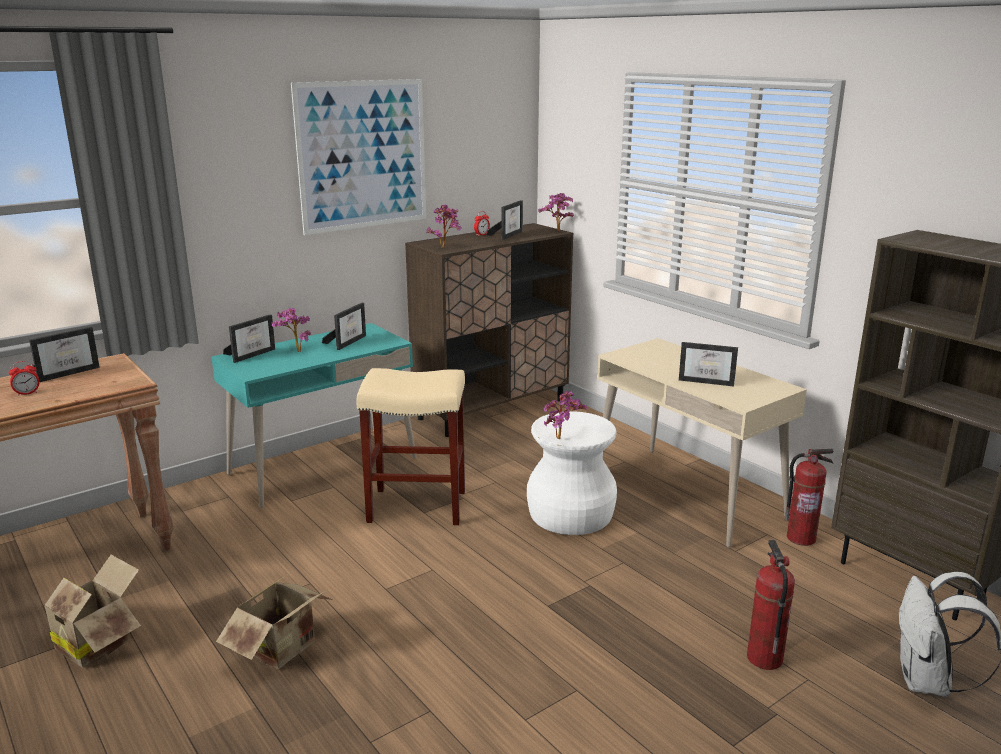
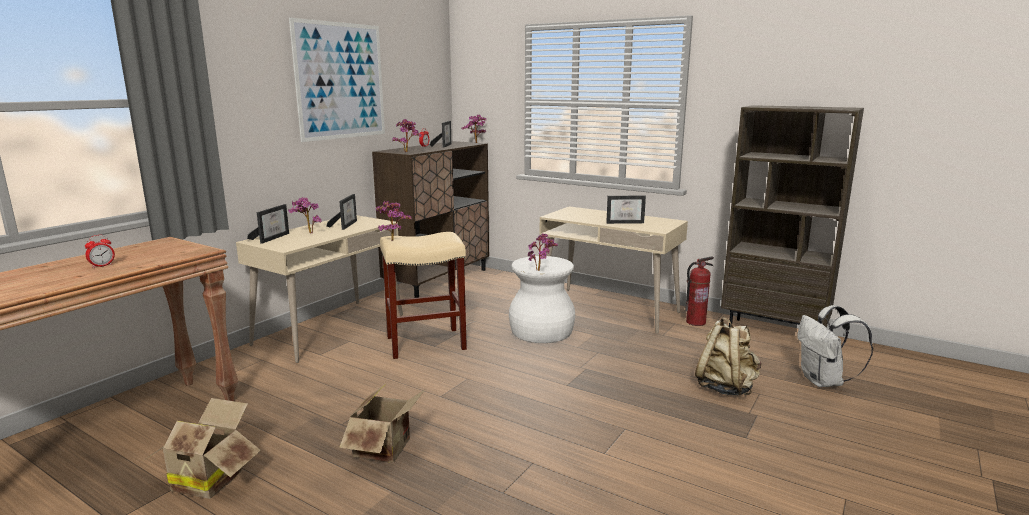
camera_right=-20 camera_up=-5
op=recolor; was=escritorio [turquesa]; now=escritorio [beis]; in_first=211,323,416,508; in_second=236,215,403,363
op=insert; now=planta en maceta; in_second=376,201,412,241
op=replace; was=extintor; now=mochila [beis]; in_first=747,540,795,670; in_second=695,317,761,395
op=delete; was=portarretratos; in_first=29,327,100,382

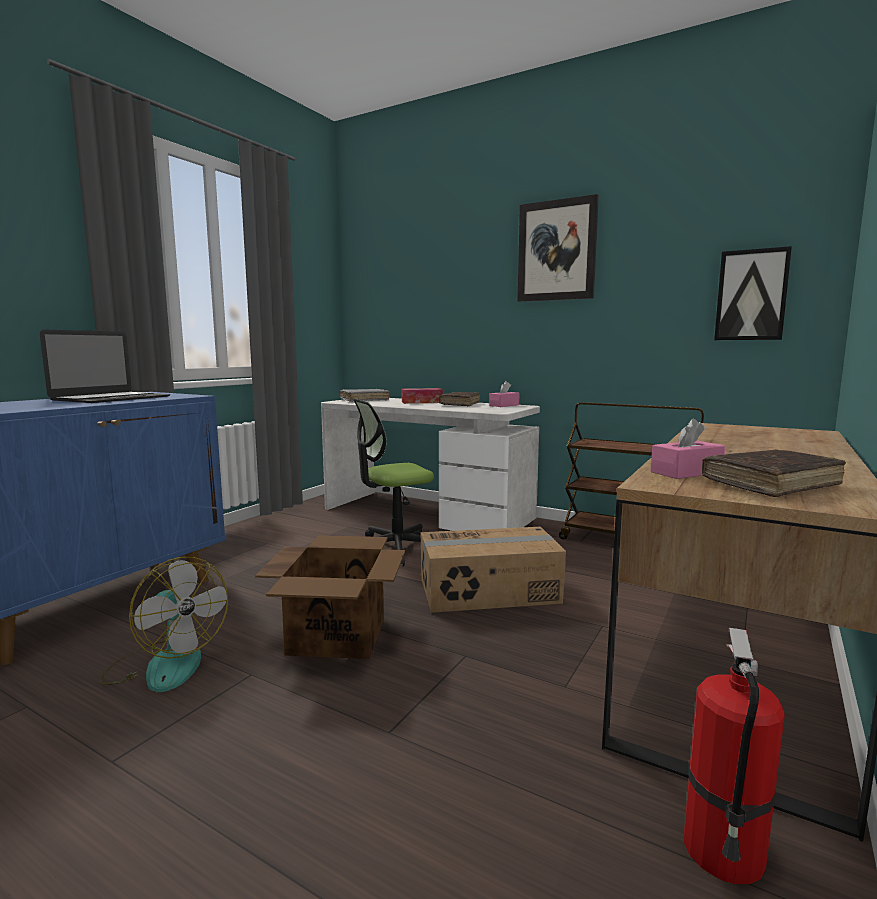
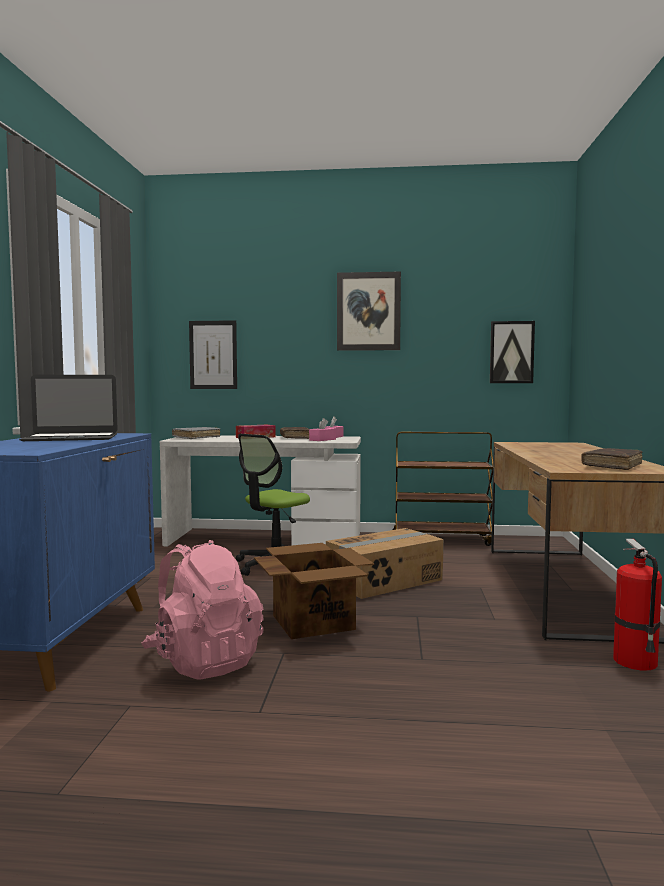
camera_right=-25 camera_up=-5
op=rotate; was=portátil; in_first=40,330,171,403; in_second=19,375,117,441; clockwise=75
op=replace; was=ventilador; now=mochila [rosa]; in_first=99,557,228,692; in_second=141,540,264,680
op=insert; now=cuadro; in_second=189,320,237,389
op=move; was=caja de pañuelos [rosa]; in_first=651,419,725,479; in_second=309,418,336,441

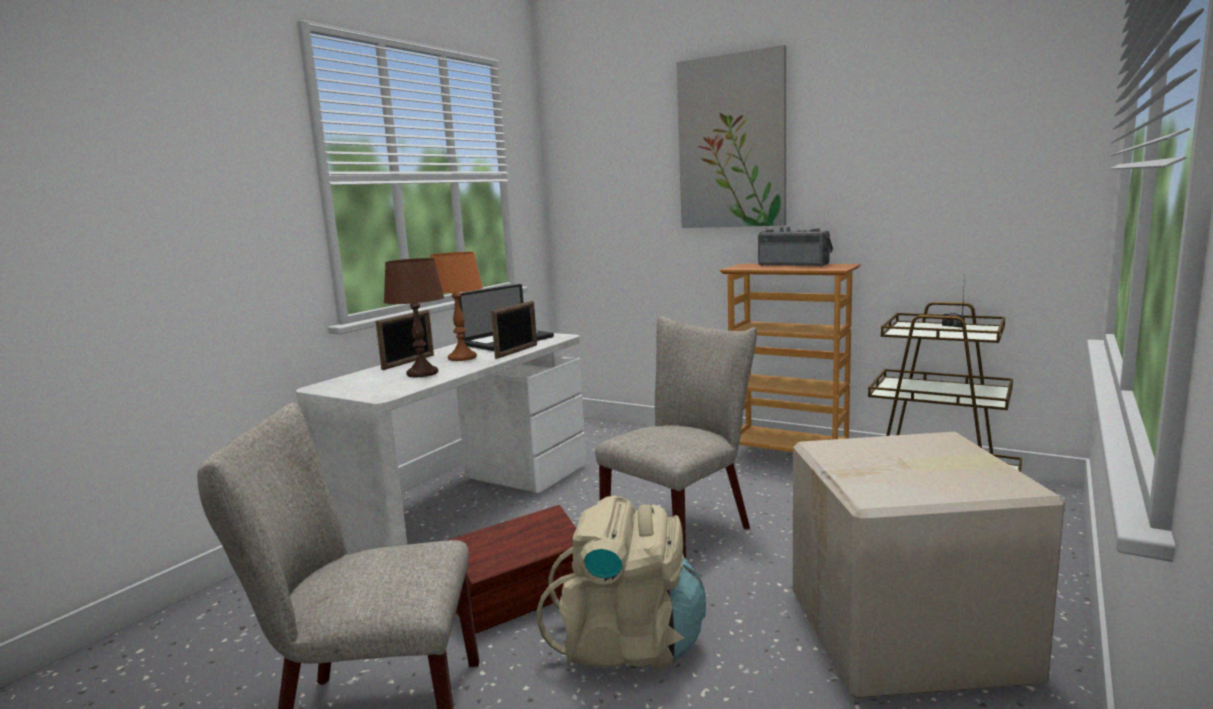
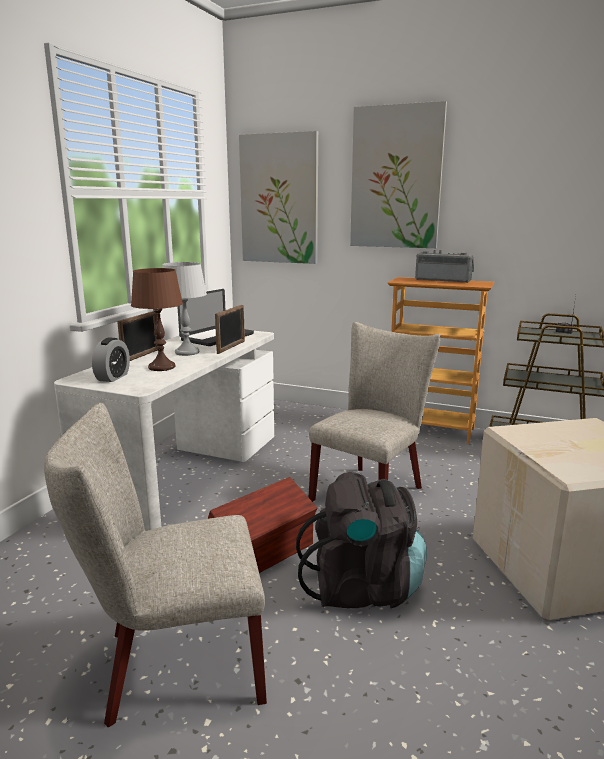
camera_right=-10 camera_up=5
op=insert; now=despertador; in_second=92,338,130,382
op=recolor; was=lámpara de mesa [naranja]; now=lámpara de mesa [gris]; in_first=430,252,483,361; in_second=162,262,207,356
op=insert; now=cuadro; in_second=239,131,318,264
op=recolor; was=mochila [beis]; now=mochila [negro]; in_first=537,496,706,671; in_second=296,472,427,608

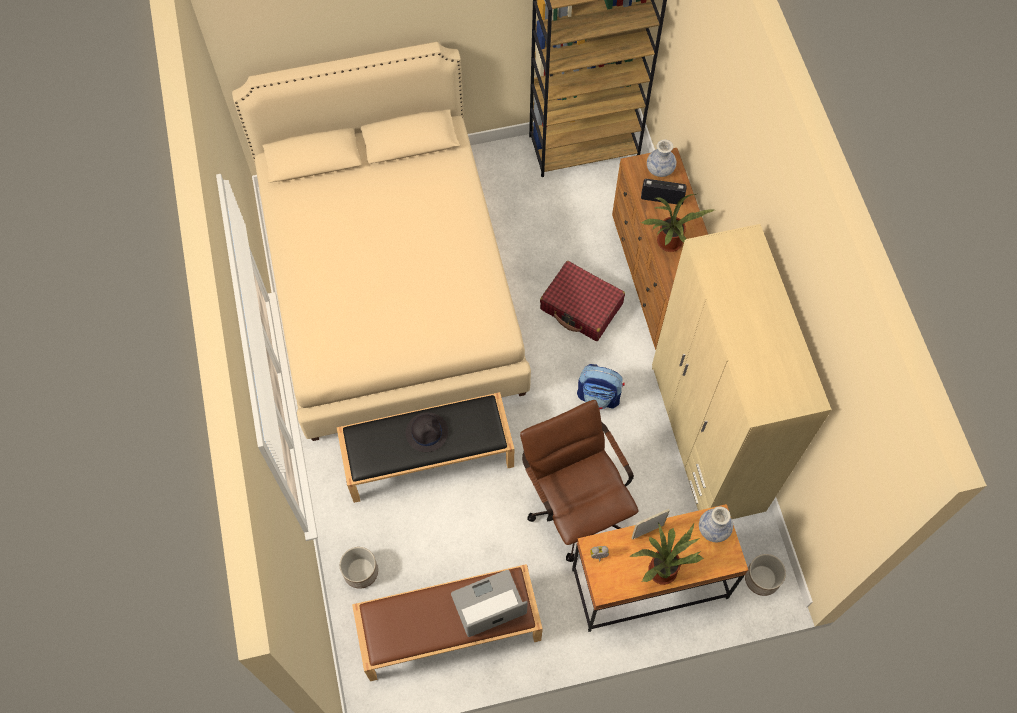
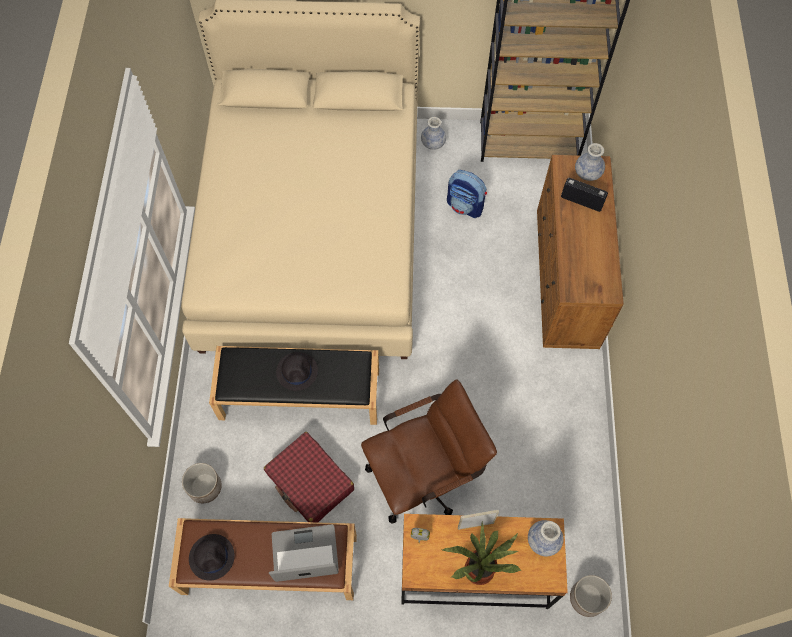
camera_right=15 camera_up=0
op=insert; now=sombrero [negro]; in_second=189,534,235,581
op=move; was=maleta [rojo]; in_first=540,261,625,341; in_second=264,432,354,522
op=rotate; was=silla de oficina [marrón]; in_first=520,400,638,562; in_second=361,379,497,524; clockwise=75
op=insert; now=florero; in_second=421,117,446,150
op=move; was=mochila; in_first=577,364,625,410; in_second=447,170,487,218
op=delete; was=planta en maceta; in_first=641,194,714,252
op=delete; was=armario ropero [beis]; in_first=652,224,832,519

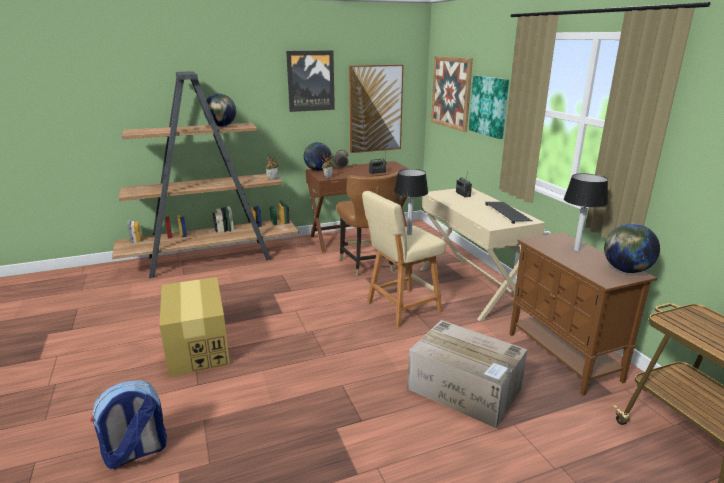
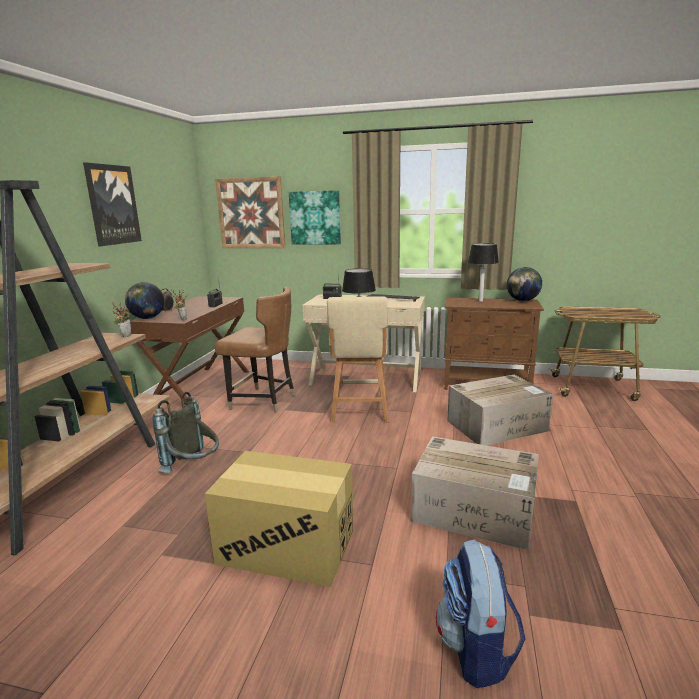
camera_right=-55 camera_up=-5
op=insert; now=mochila [gris]; in_second=152,392,219,473
op=insert; now=caja de cartón; in_second=411,436,539,551
op=delete; was=globo terráqueo; in_first=203,94,236,127
op=delete; was=cuadro; in_first=349,65,403,153

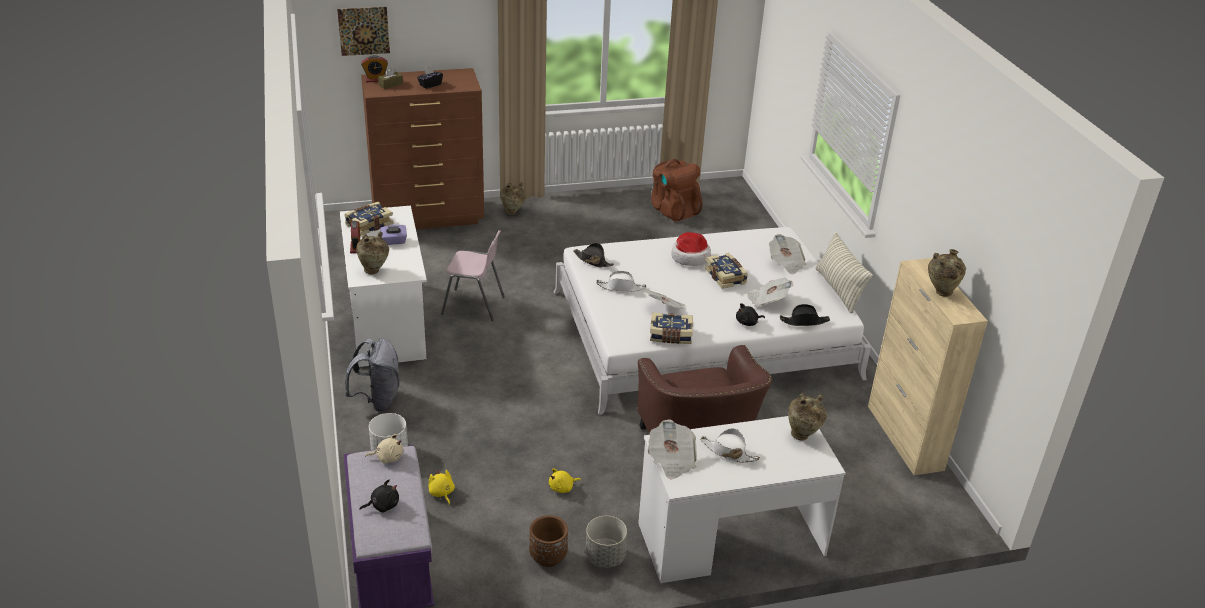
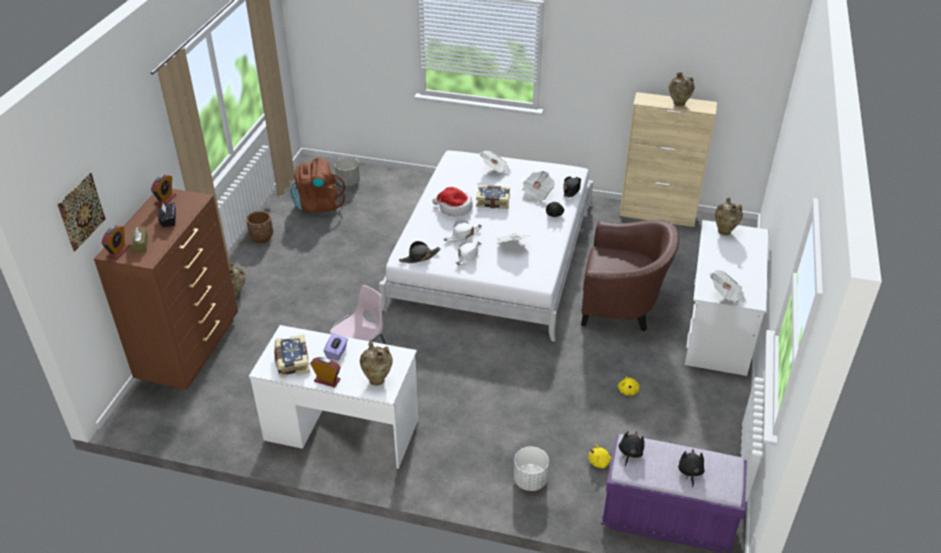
camera_right=-60 camera_up=5
op=insert; now=despertador; in_second=151,174,176,205
op=move; was=maceta [marrón]; in_first=529,515,568,567; in_second=246,211,273,243
op=move; was=maceta [gris]; in_first=585,516,627,568; in_second=335,157,360,186
op=move; was=sombrero [blanco]; in_first=700,428,760,463; in_second=444,220,482,241
op=recolor; was=peluche [beis]; now=peluche [negro]; in_first=365,434,403,464; in_second=619,431,645,466
op=delete; was=mochila [gris]; in_first=345,338,400,412
op=delete; was=libro; in_first=650,313,693,344
op=delete; was=cojín; in_first=815,232,873,313

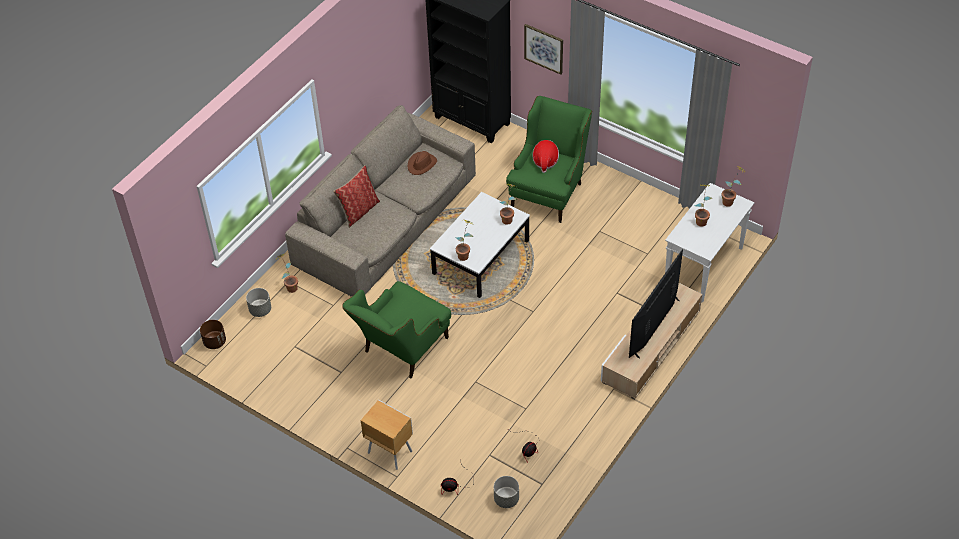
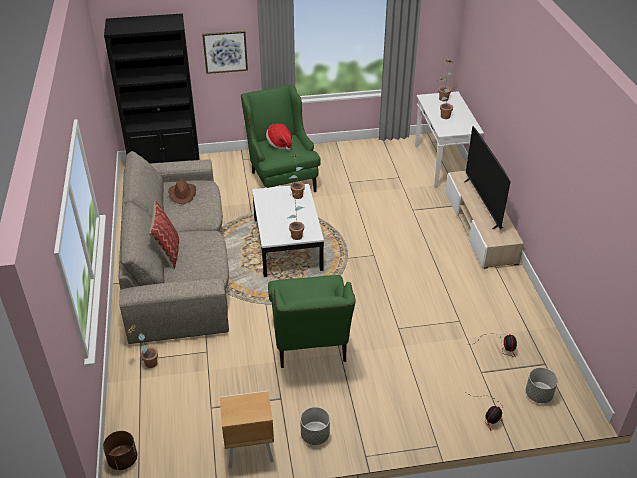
camera_right=-45 camera_up=-10
op=move; was=mesita de noche [marrón]; in_first=360,400,413,470; in_second=220,391,274,469
op=move; was=maceta [gris]; in_first=246,288,271,317; in_second=300,407,330,445

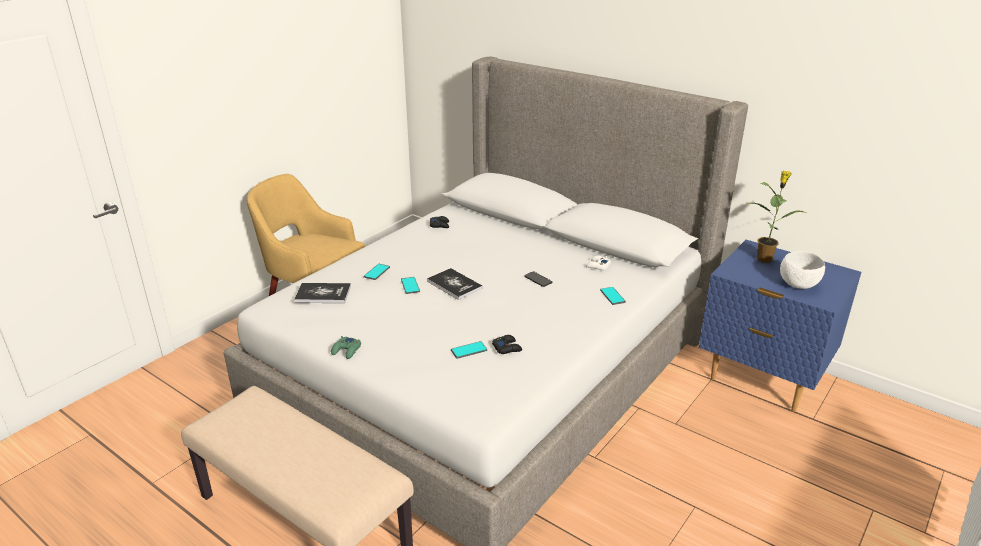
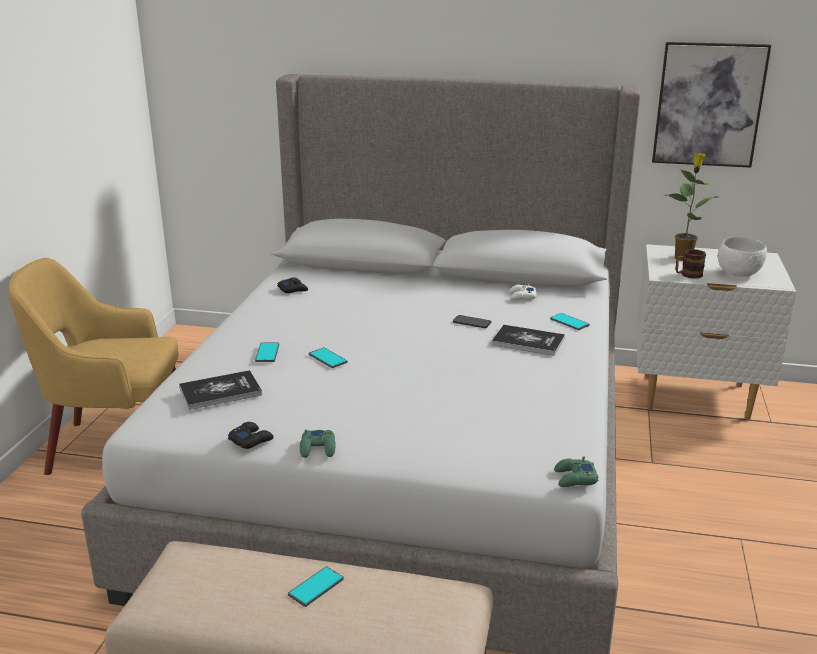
camera_right=-25 camera_up=-5
op=move; was=mando de consola [negro]; in_first=492,335,522,354; in_second=228,422,274,449
op=move; was=móvil; in_first=451,341,487,359; in_second=288,566,344,607
op=move; was=libro; in_first=427,268,483,300; in_second=492,325,565,356
op=insert; now=mando de consola [verde]; in_second=554,456,599,487
op=recolor; was=mesita de noche [azul]; now=mesita de noche [blanco]; in_first=699,240,861,412; in_second=636,244,796,420
op=insert; now=cuadro; in_second=652,42,771,168
op=insert; now=taza grande; in_second=676,249,706,279

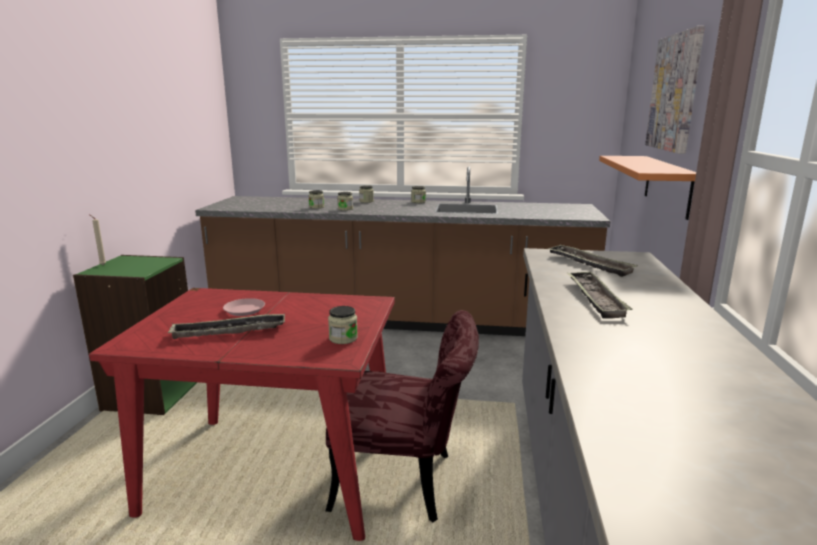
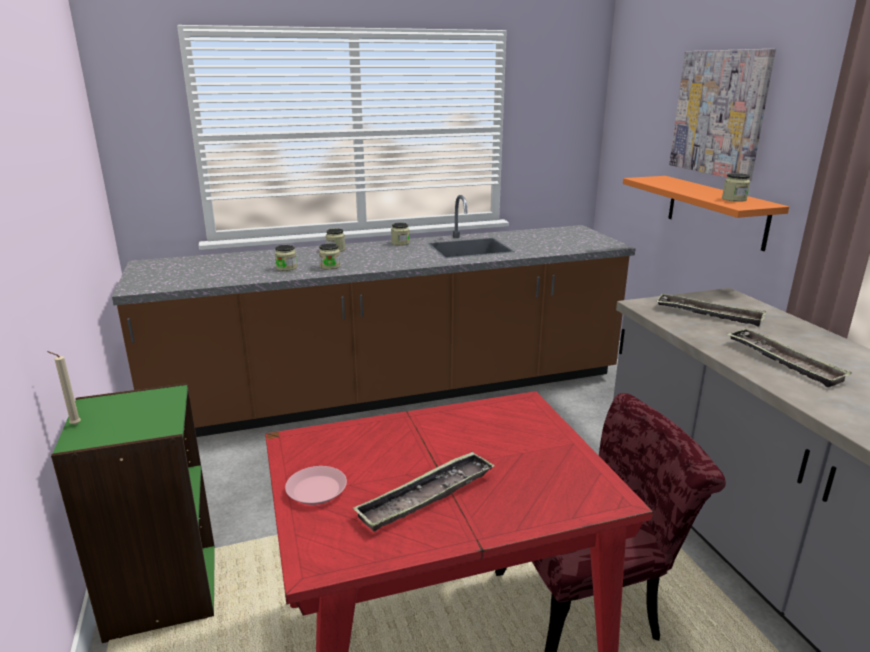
camera_right=-25 camera_up=5
op=move; was=plato [rosa]; in_first=223,298,265,316; in_second=285,466,347,505
op=move; was=tarro; in_first=328,306,358,344; in_second=722,173,750,202

